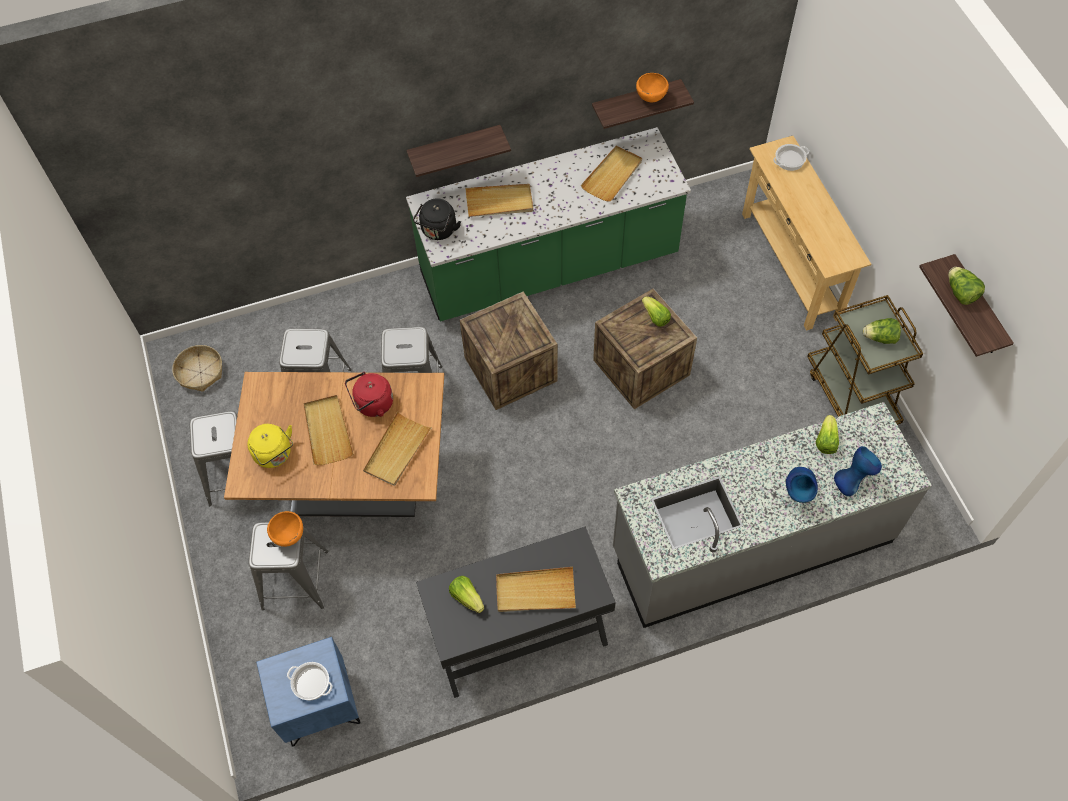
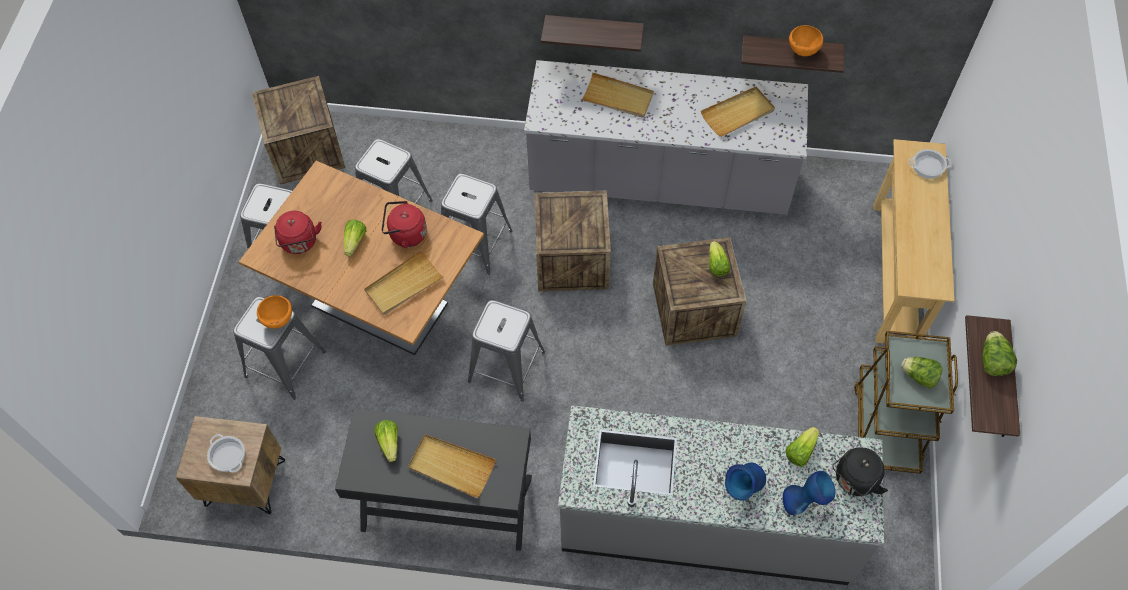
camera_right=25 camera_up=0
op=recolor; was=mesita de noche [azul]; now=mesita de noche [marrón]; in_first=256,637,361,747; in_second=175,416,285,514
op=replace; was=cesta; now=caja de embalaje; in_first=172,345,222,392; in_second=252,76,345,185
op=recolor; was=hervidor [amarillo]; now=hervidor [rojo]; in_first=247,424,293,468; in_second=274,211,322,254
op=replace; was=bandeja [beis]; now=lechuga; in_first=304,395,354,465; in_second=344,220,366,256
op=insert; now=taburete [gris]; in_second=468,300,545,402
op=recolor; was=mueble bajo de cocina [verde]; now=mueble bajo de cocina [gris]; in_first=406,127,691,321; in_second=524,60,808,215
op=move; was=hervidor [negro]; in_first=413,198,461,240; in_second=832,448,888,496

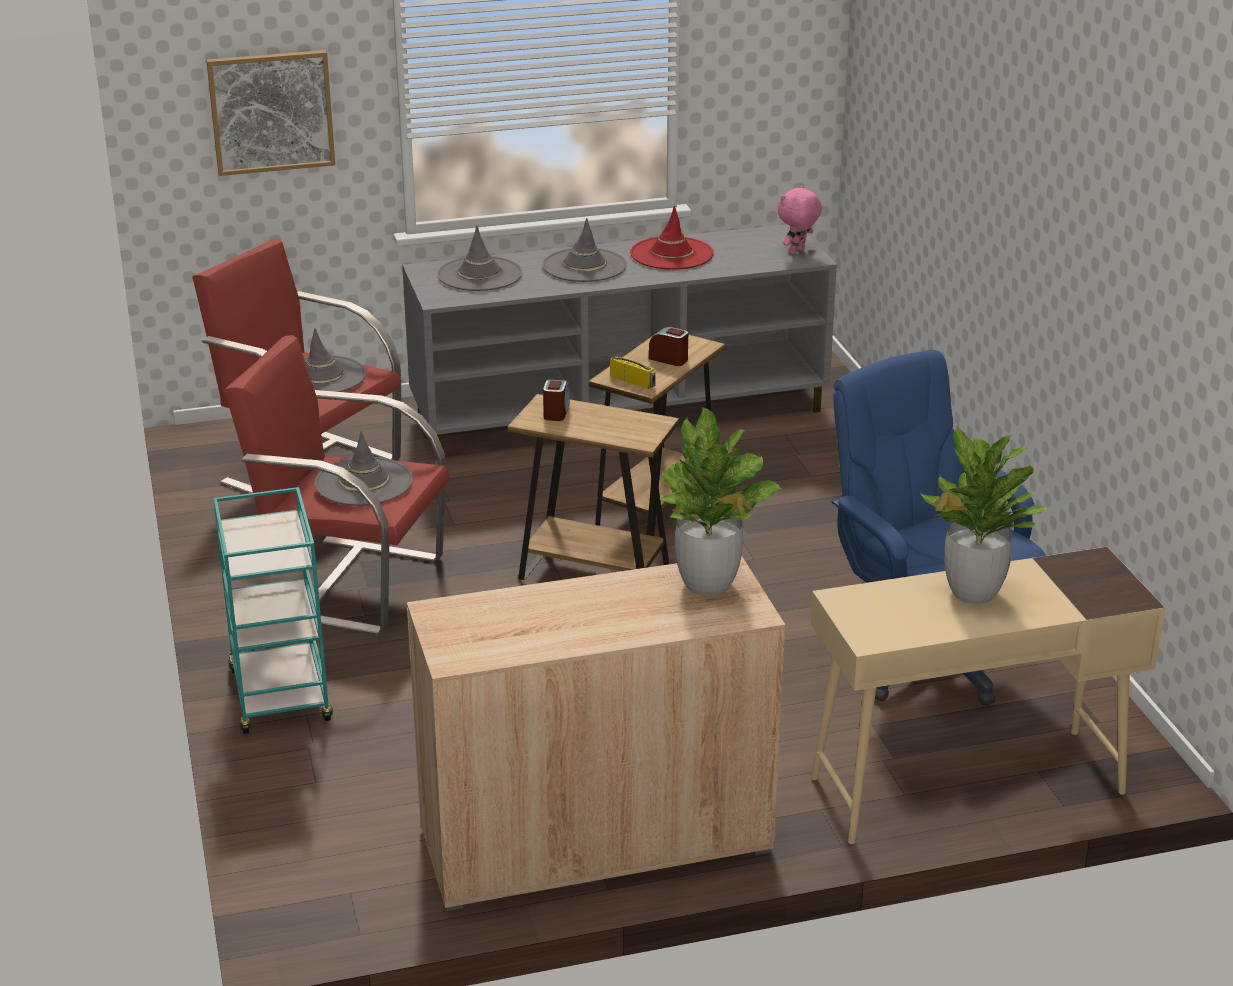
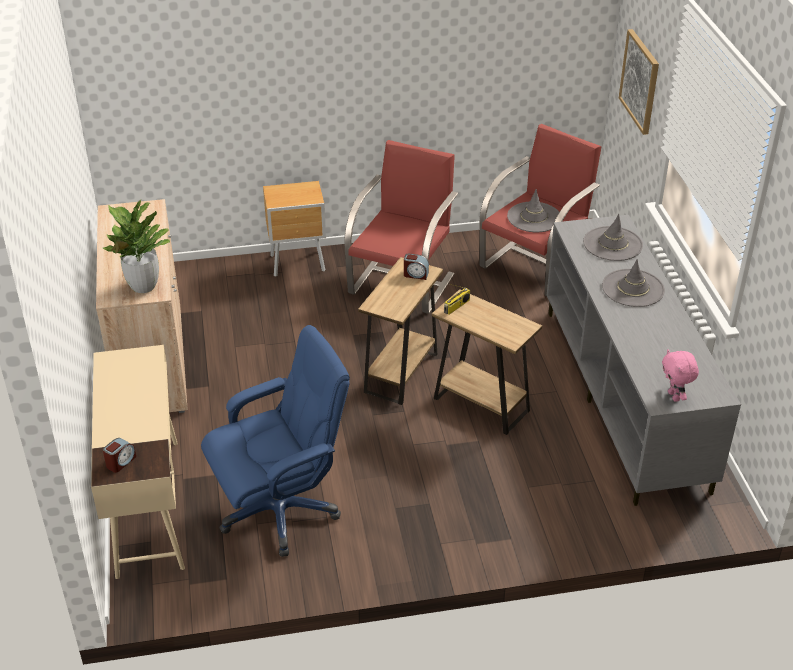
camera_right=95 camera_up=10
op=move; was=despertador; in_first=649,327,688,366; in_second=103,438,136,473
op=replace; was=carrito [turquesa]; now=mesita de noche [marrón]; in_first=213,487,333,734; in_second=263,181,326,277
op=rotate; was=peluche [rosa]; in_first=777,186,822,254; in_second=662,350,699,402; clockwise=-150
op=delete; was=sombrero [gris]; in_first=315,431,413,506
op=delete; was=sombrero [rojo]; in_first=630,206,714,269
op=delete; was=planta en maceta; in_first=921,425,1048,604

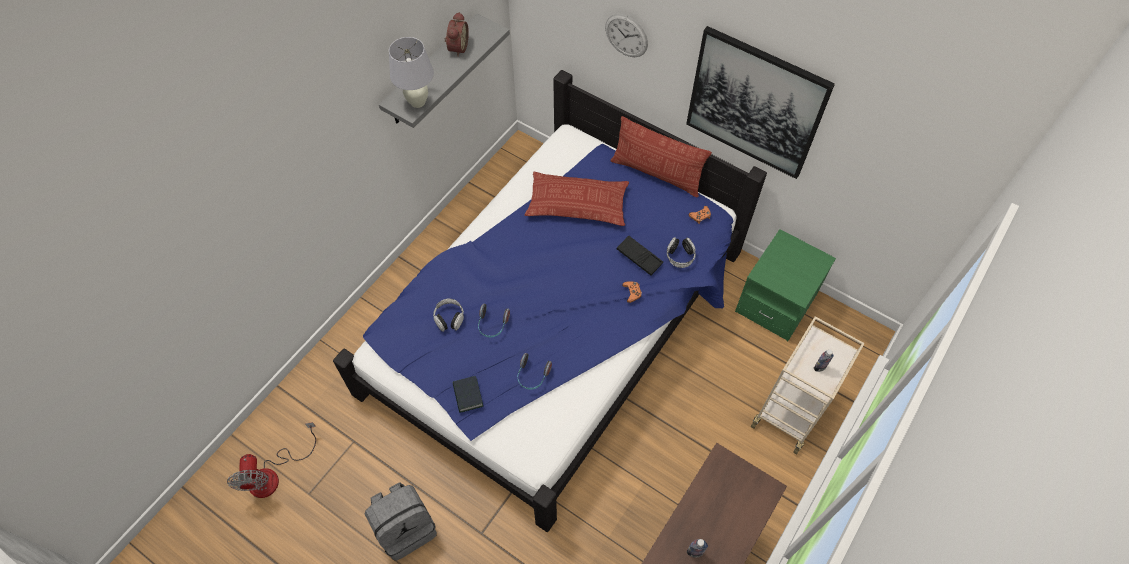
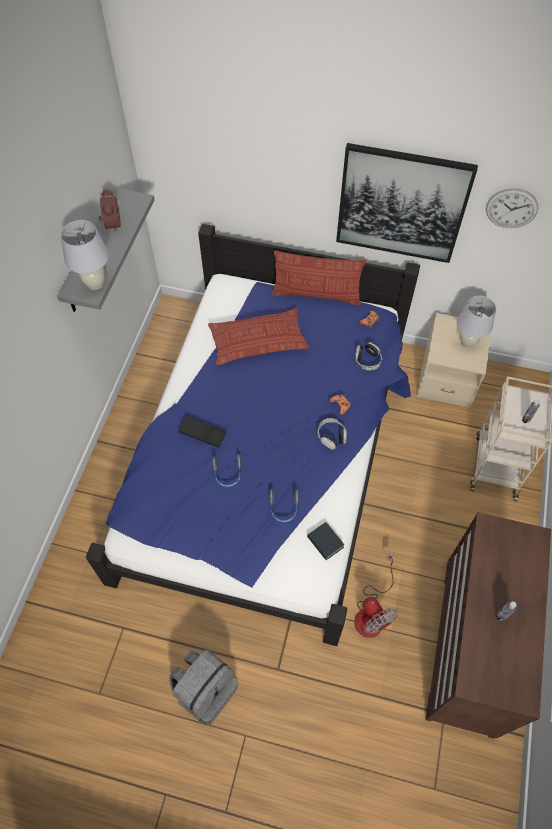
camera_right=-20 camera_up=0
op=move; was=bandeja [negro]; in_first=617,236,663,276; in_second=178,415,226,448
op=move; was=libro; in_first=453,376,483,413; in_second=307,522,344,560
op=move; was=auriculares; in_first=433,299,464,332; in_second=317,418,347,450
op=move; was=ventilador; in_first=227,422,316,498; in_second=354,552,397,638
op=recolor; was=mesita de noche [verde]; now=mesita de noche [beis]; in_first=735,229,836,341; in_second=416,313,491,408
op=insert; now=lámpara de mesa [blanco]; in_second=457,296,496,348
op=move; was=reloj de pared; in_first=605,14,648,57; in_second=486,188,539,228

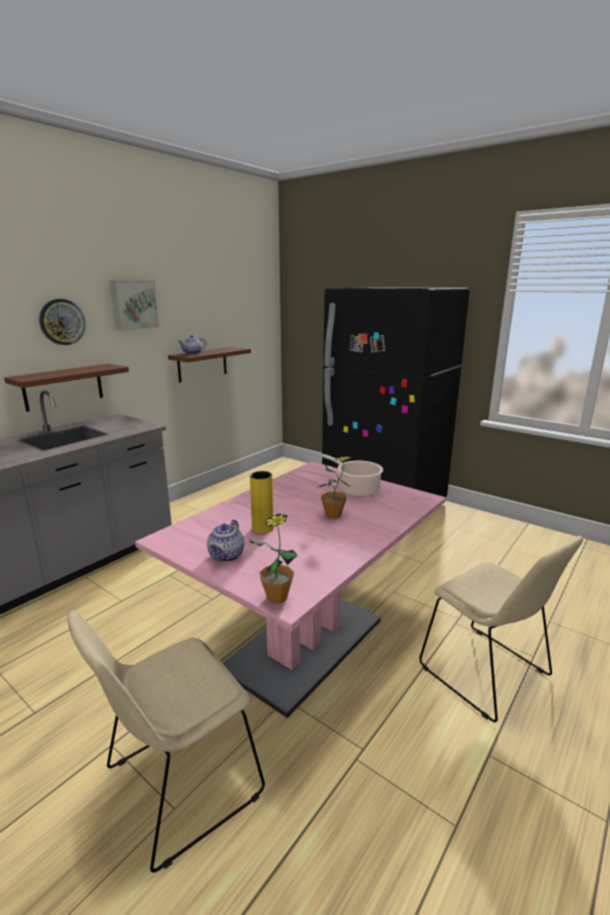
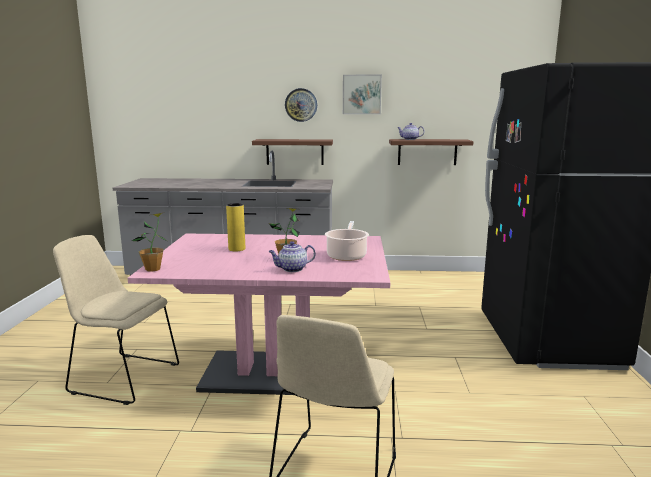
camera_right=55 camera_up=-5
op=move; was=tetera; in_first=207,520,244,562; in_second=268,241,316,272

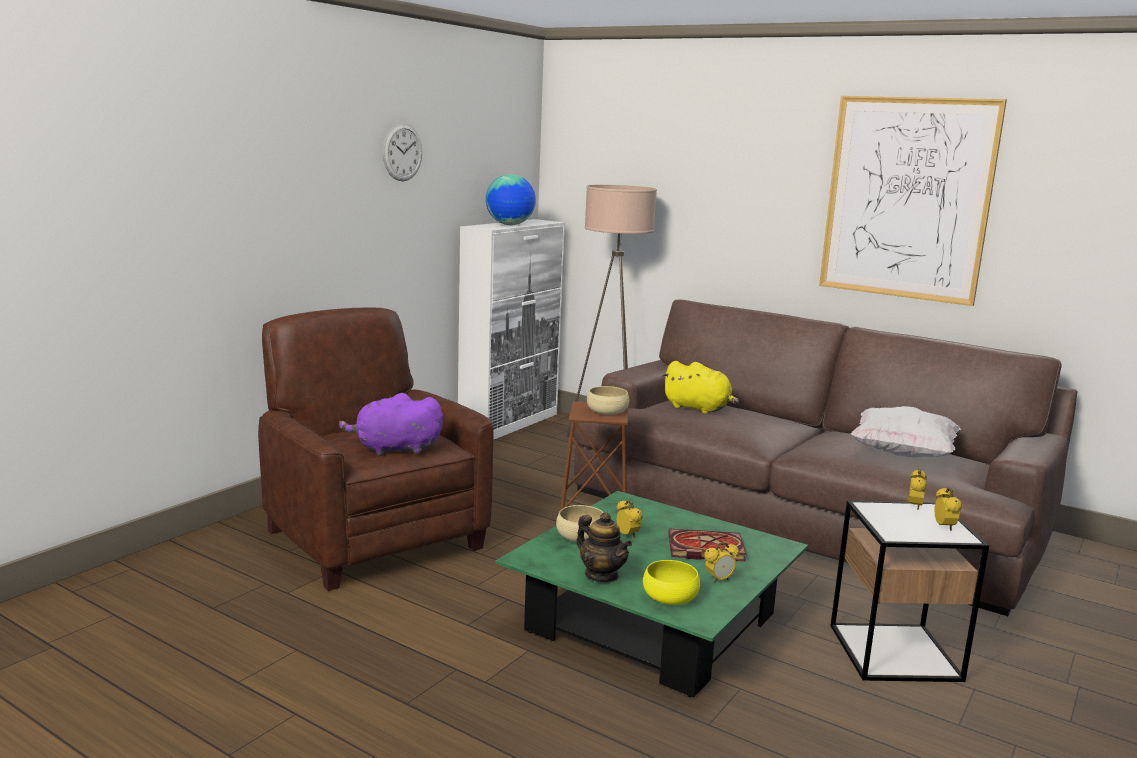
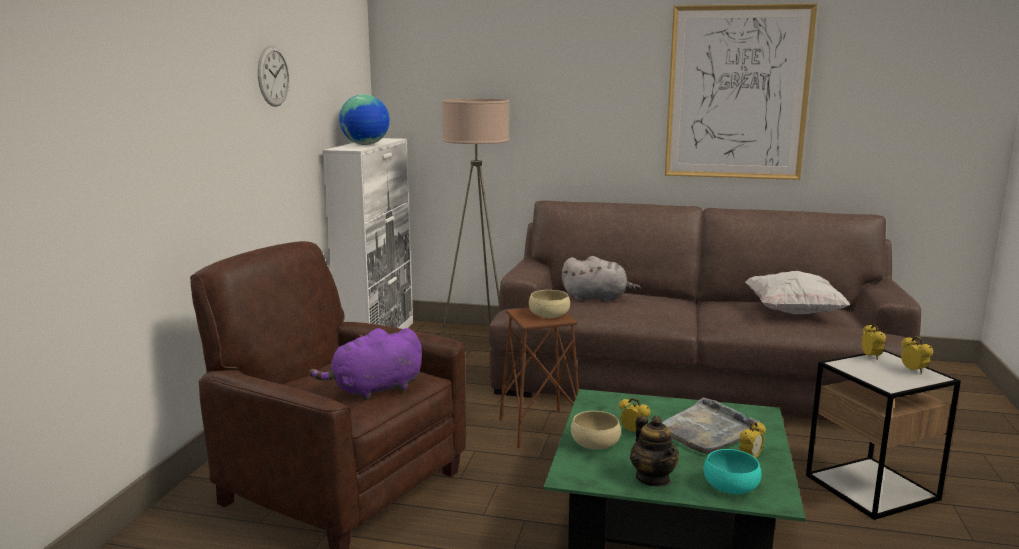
camera_right=-20 camera_up=0
op=recolor; was=peluche [amarillo]; now=peluche [gris]; in_first=662,361,739,414; in_second=562,256,641,303
op=rotate; was=tetera; in_first=576,512,632,582; in_second=630,416,679,487; clockwise=45
op=replace; was=libro; now=bandeja [gris]; in_first=668,529,747,561; in_second=662,398,760,454
op=recolor; was=cuenco [amarillo]; now=cuenco [turquesa]; in_first=643,560,700,605; in_second=704,449,762,494

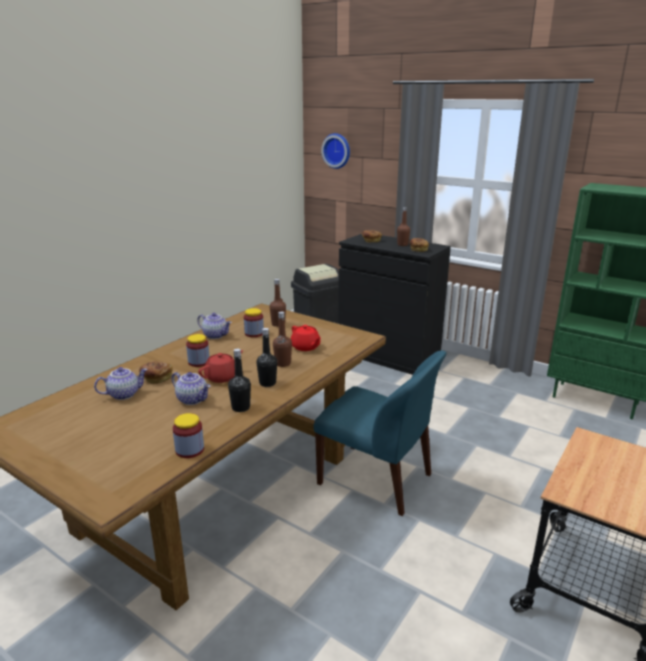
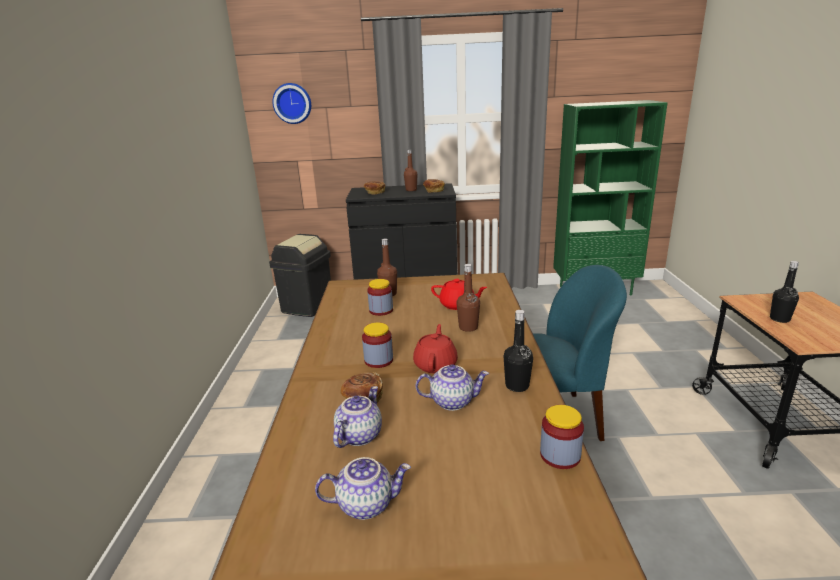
camera_right=-35 camera_up=0
op=move; was=tetera; in_first=197,313,232,339; in_second=315,457,411,520
op=move; was=botella [negro]; in_first=256,328,277,387; in_second=770,261,799,323

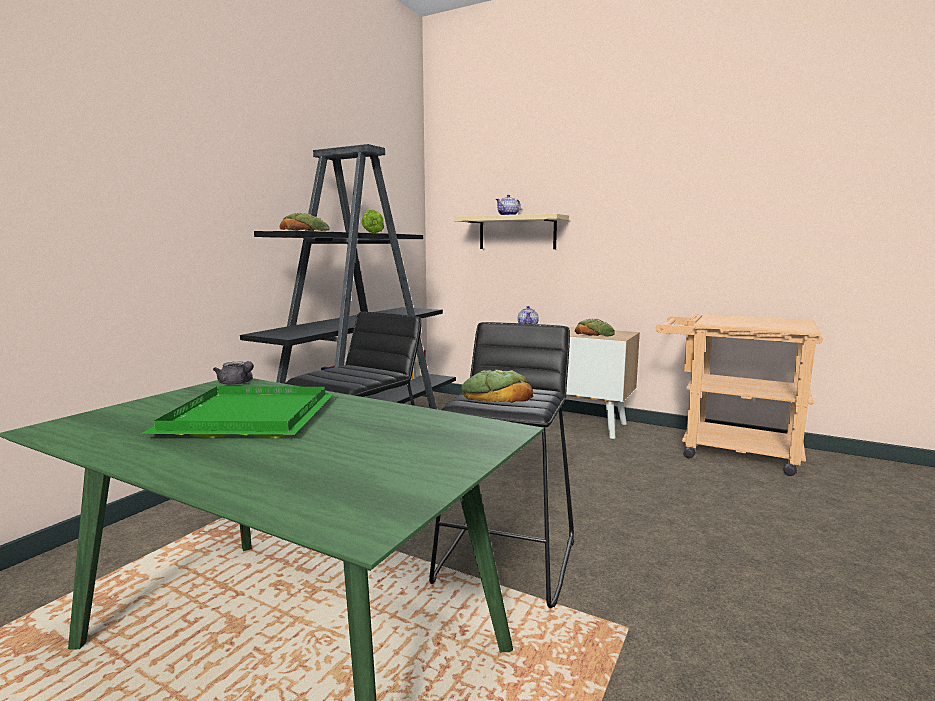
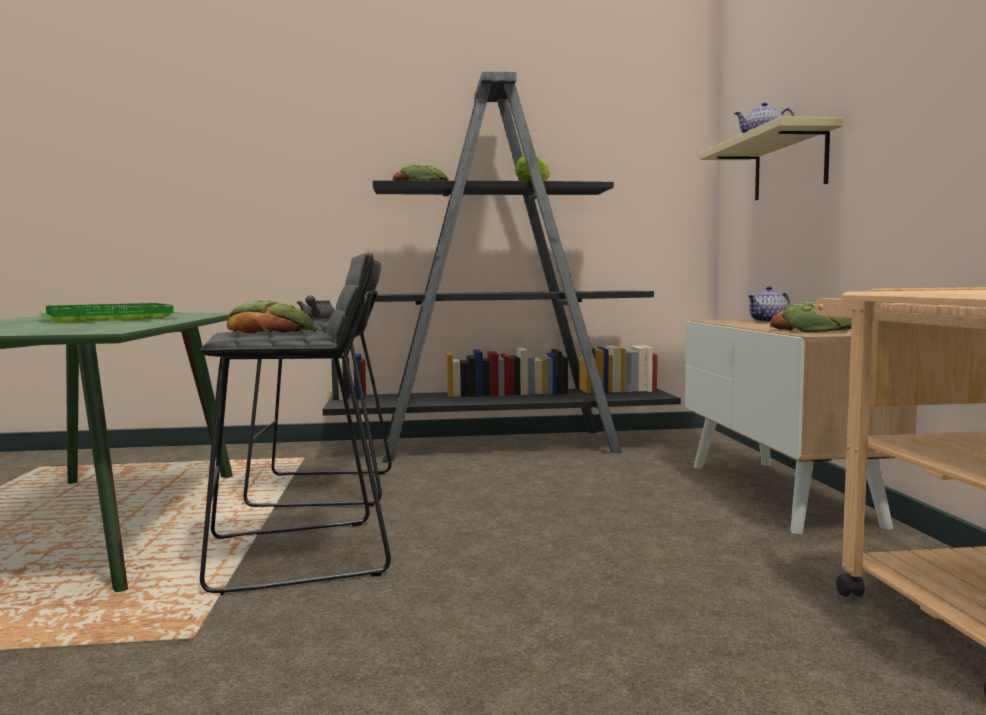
camera_right=55 camera_up=-5
op=move; was=tetera [gris]; in_first=213,361,254,385; in_second=297,295,335,320

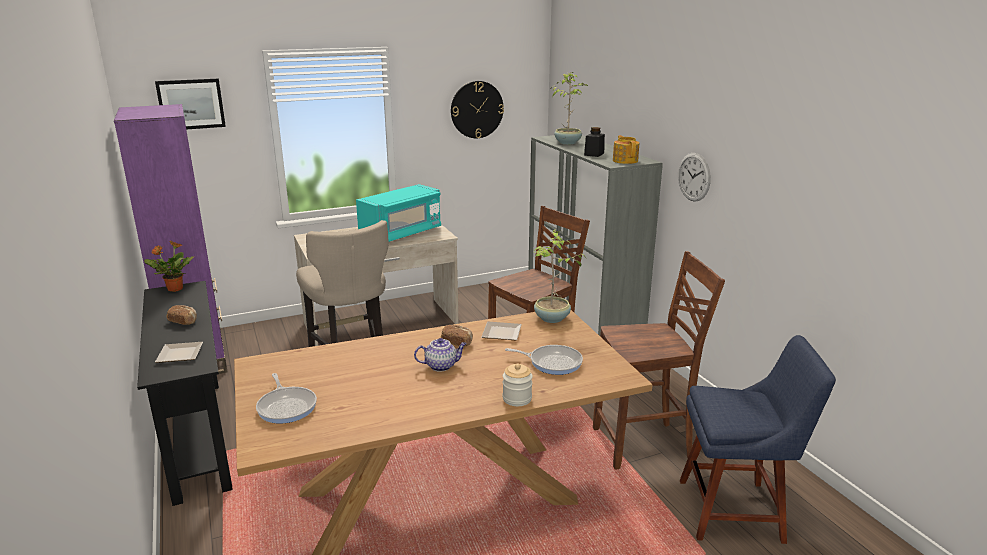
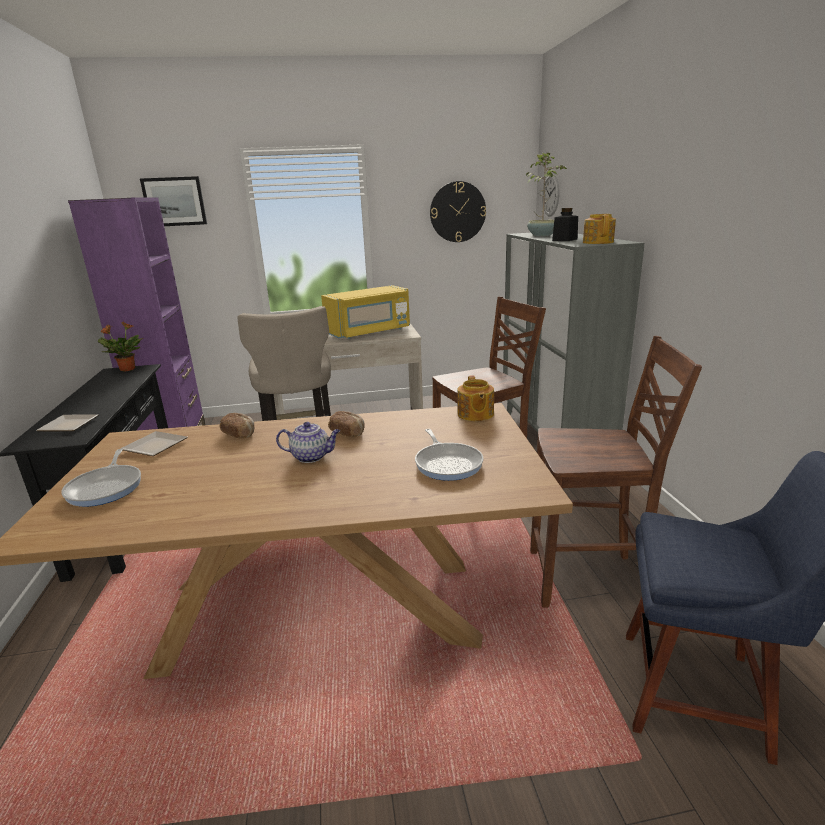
camera_right=15 camera_up=0
op=move; was=plato; in_first=482,322,522,340; in_second=121,431,188,456
op=move; was=pan; in_first=166,305,197,325; in_second=219,413,254,438
op=recolor; was=microondas [turquesa]; now=microondas [amarillo]; in_first=356,184,441,242; in_second=321,285,410,339
op=rotate; was=sartén; in_first=505,345,583,375; in_second=415,429,484,481; clockwise=45
op=replace; was=planta en maceta; now=tetera; in_first=534,229,587,323; in_second=457,375,494,421
op=move; was=reloj de pared; in_first=678,153,711,202; in_second=542,174,560,217
op=delete; was=tarro; in_first=503,363,533,406

